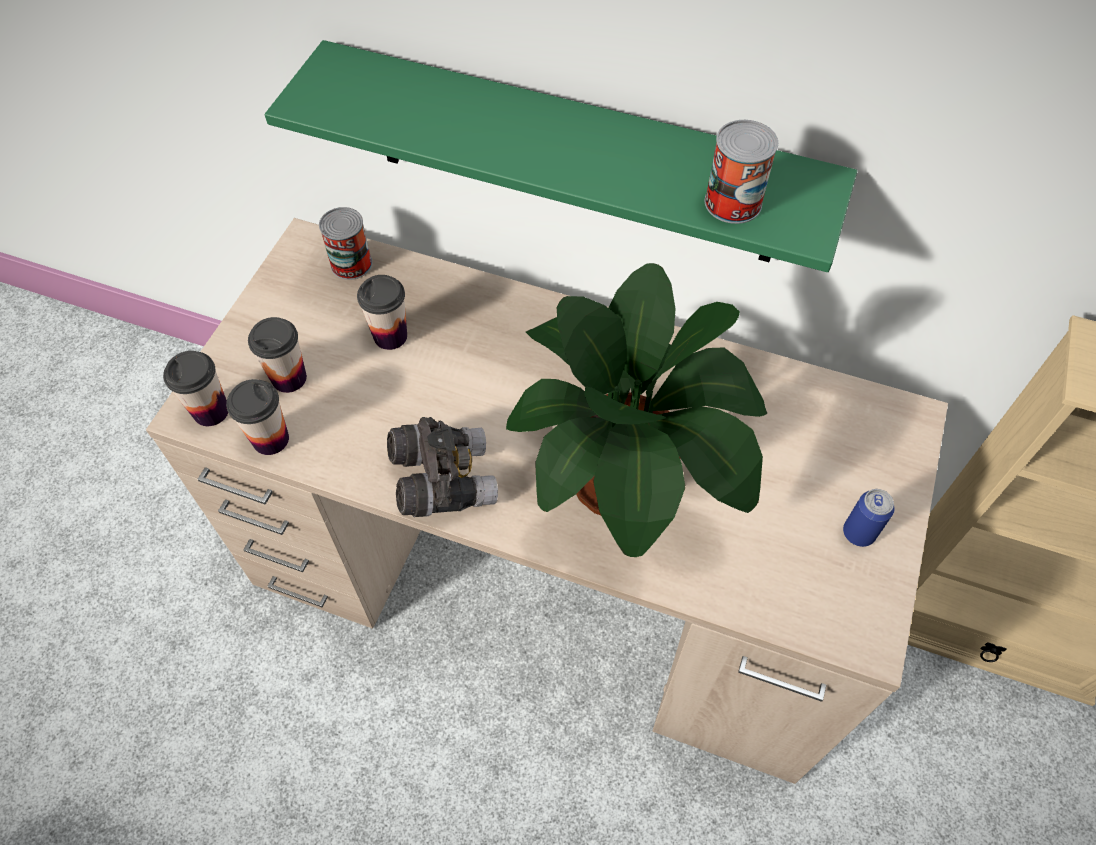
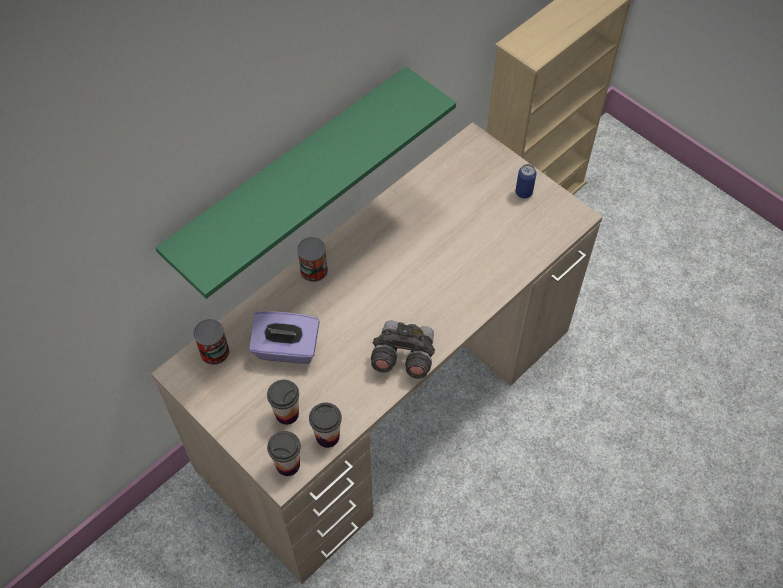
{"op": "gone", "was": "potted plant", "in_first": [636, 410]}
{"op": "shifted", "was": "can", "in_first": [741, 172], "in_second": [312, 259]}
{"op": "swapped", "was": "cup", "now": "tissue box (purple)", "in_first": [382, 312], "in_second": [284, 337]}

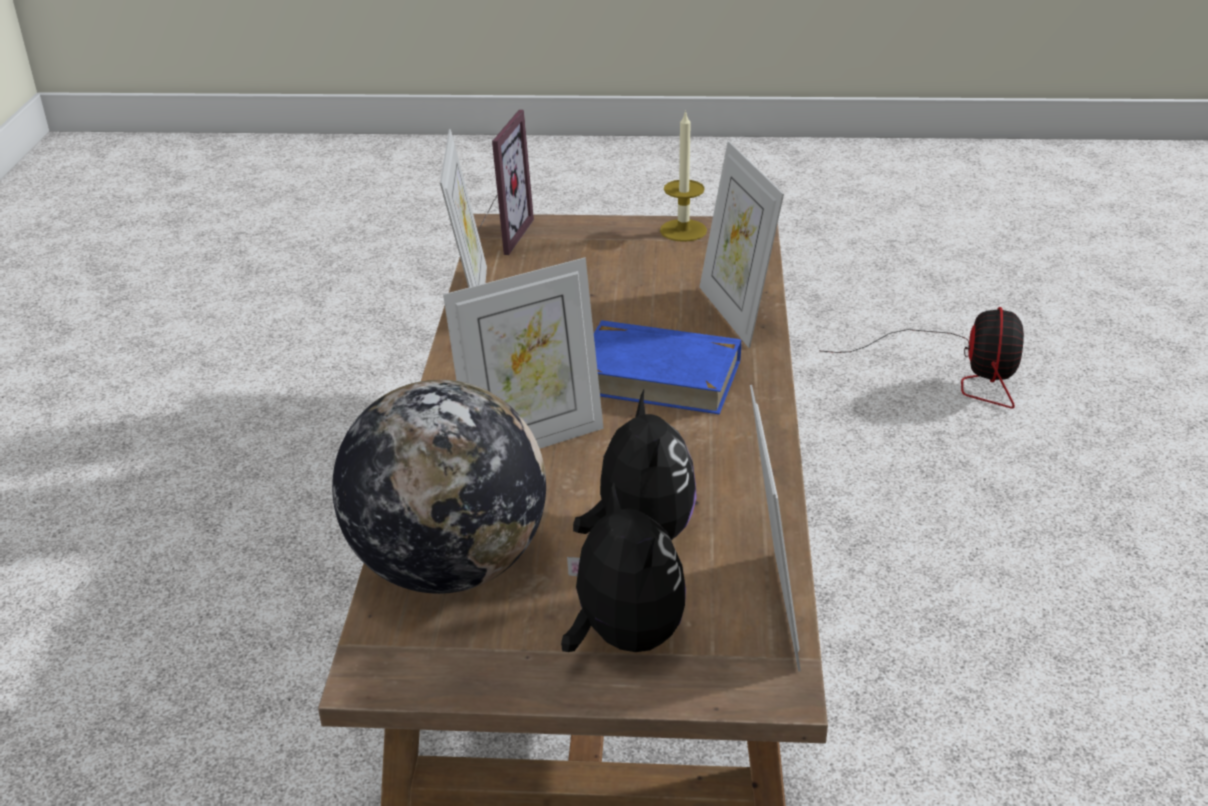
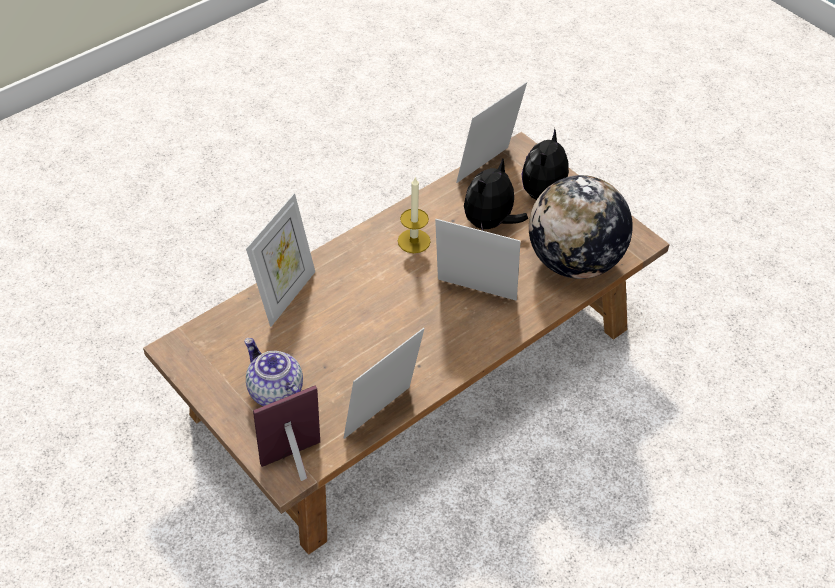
{"op": "gone", "was": "book (blue)", "in_first": [667, 367]}
{"op": "gone", "was": "fan", "in_first": [923, 358]}
{"op": "new", "now": "teapot", "in_second": [273, 372]}
{"op": "shifted", "was": "candle", "in_first": [683, 176], "in_second": [414, 214]}

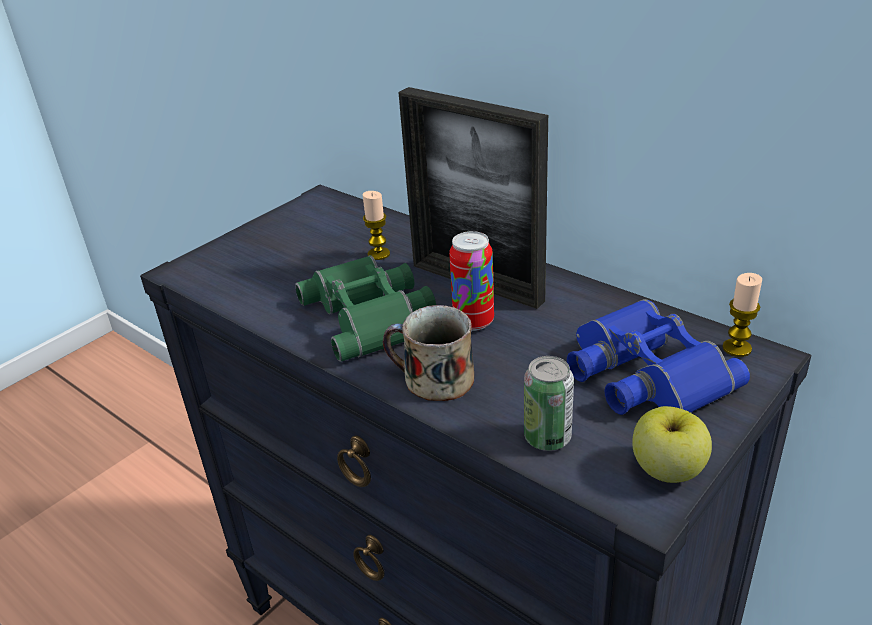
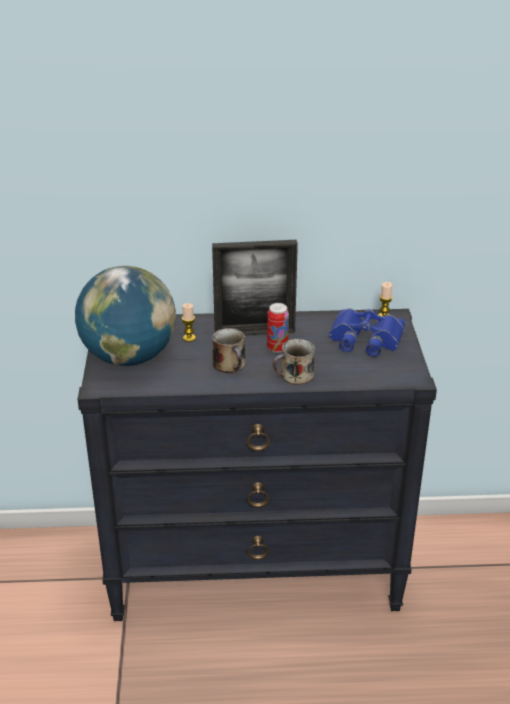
{"op": "gone", "was": "can", "in_first": [549, 403]}
{"op": "gone", "was": "apple", "in_first": [672, 444]}
{"op": "new", "now": "globe", "in_second": [125, 316]}
{"op": "swapped", "was": "binoculars (green)", "now": "mug", "in_first": [365, 308], "in_second": [229, 350]}

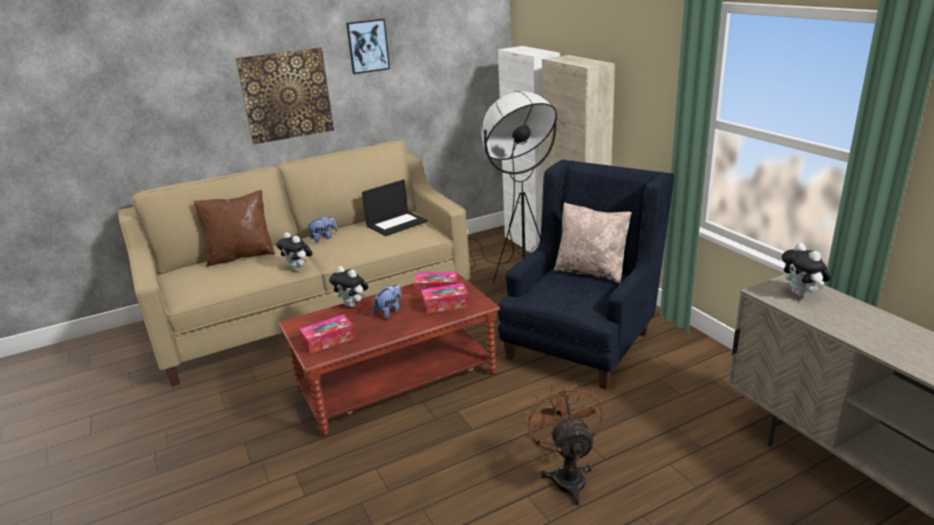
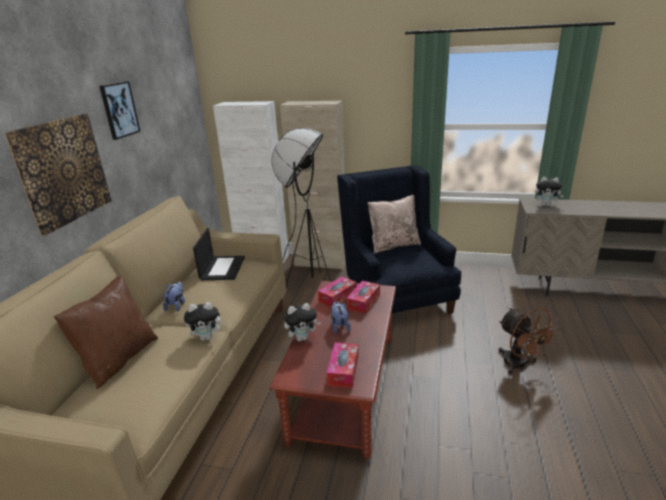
{"op": "rotated", "was": "fan (brown)", "in_first": [564, 443], "in_second": [529, 341], "clockwise": -150}

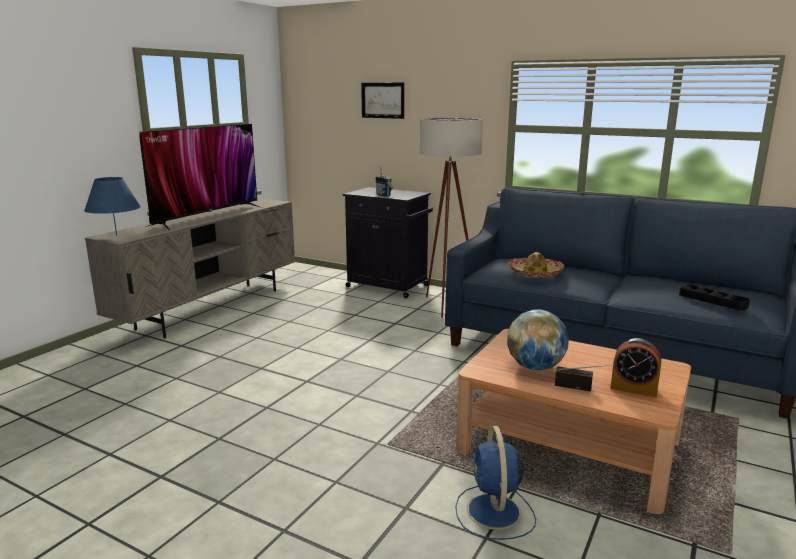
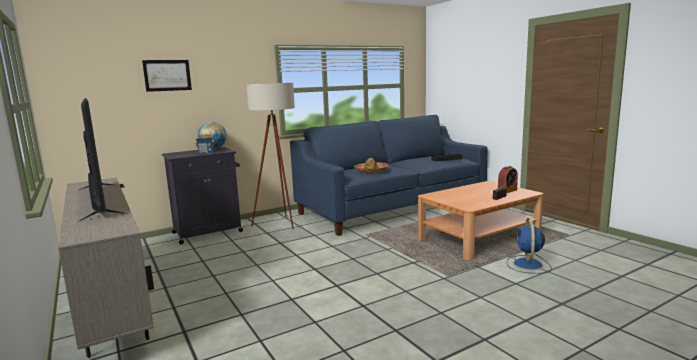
{"op": "gone", "was": "table lamp (blue)", "in_first": [112, 206]}
{"op": "shifted", "was": "globe", "in_first": [538, 339], "in_second": [212, 135]}
{"op": "rotated", "was": "fan (blue)", "in_first": [495, 483], "in_second": [529, 246], "clockwise": 75}

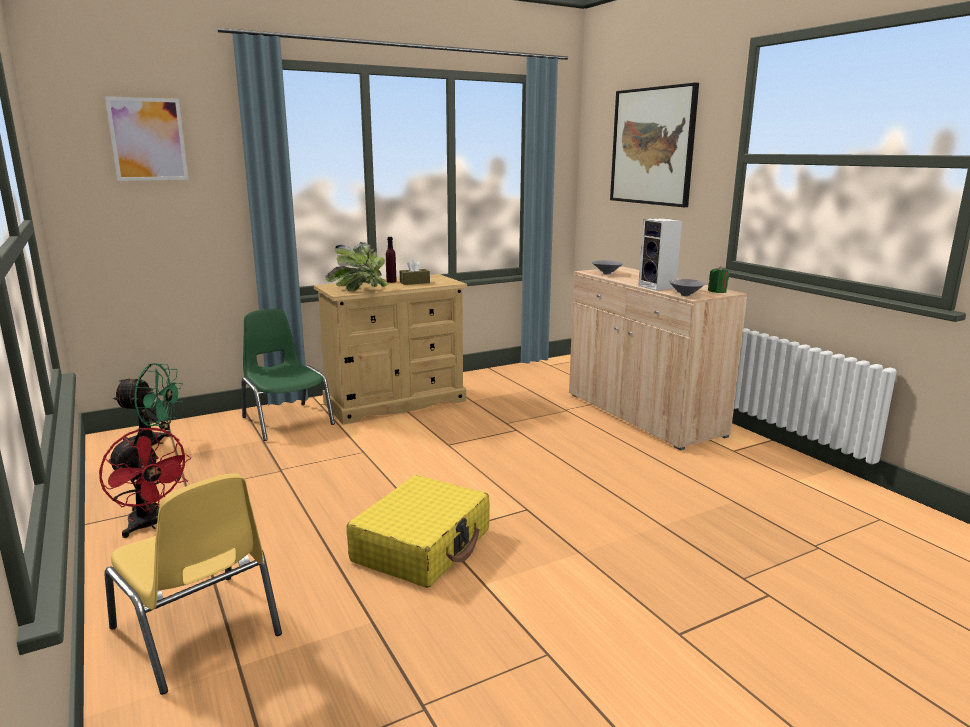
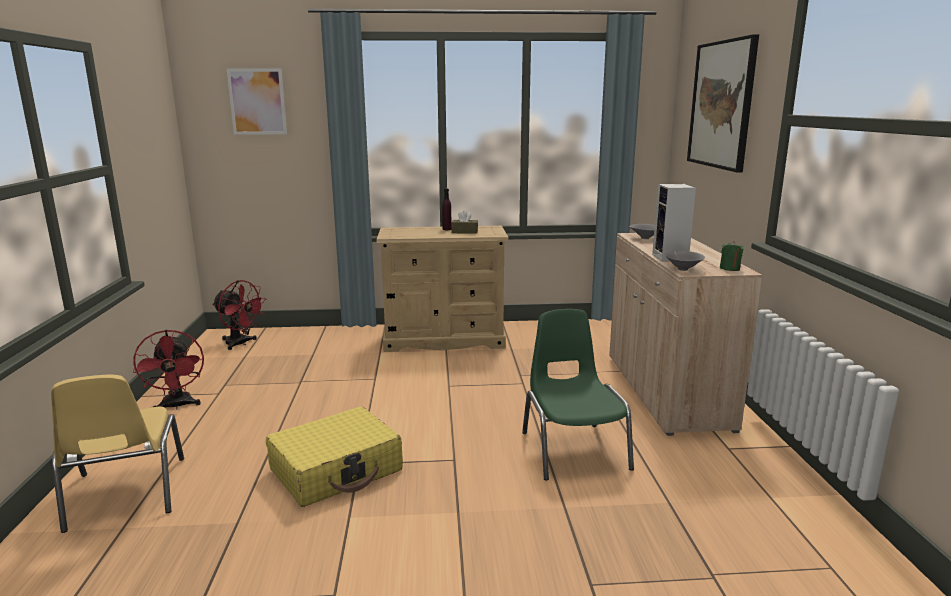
{"op": "gone", "was": "potted plant", "in_first": [357, 266]}
{"op": "shifted", "was": "chair (green)", "in_first": [288, 374], "in_second": [578, 395]}
{"op": "repainted", "was": "fan (green)", "now": "fan (red)", "in_first": [148, 404], "in_second": [239, 315]}

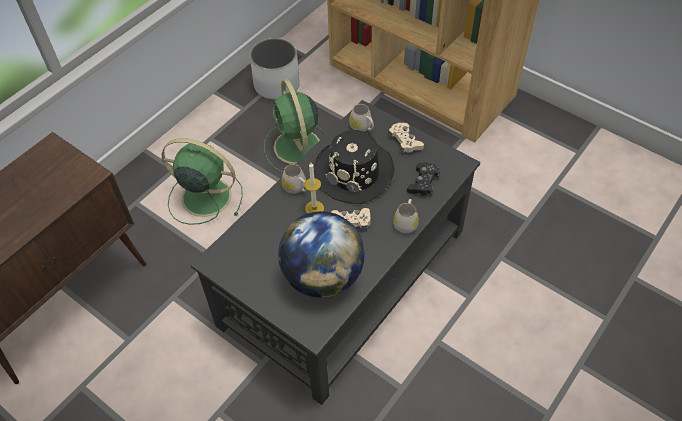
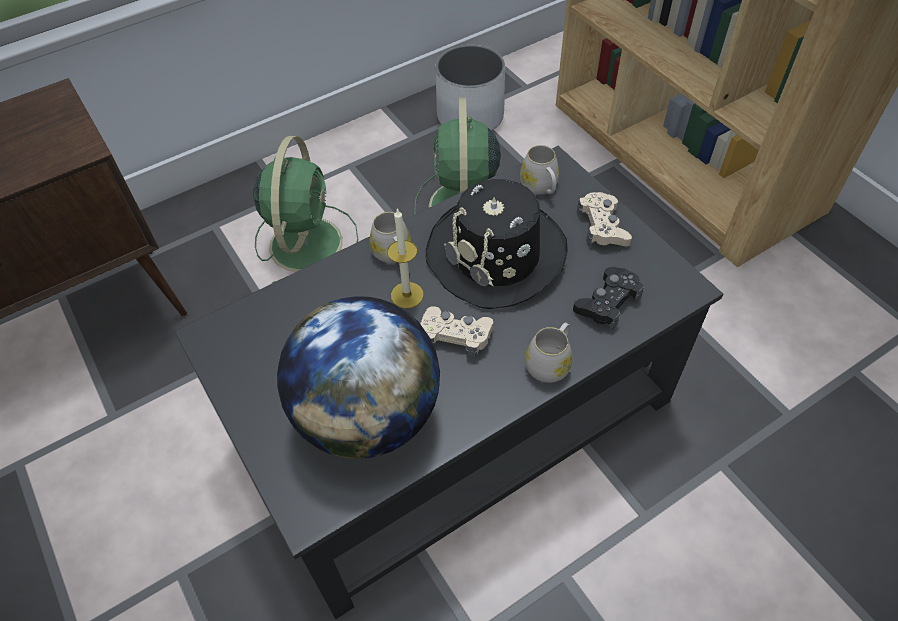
{"op": "rotated", "was": "fan (green)", "in_first": [202, 181], "in_second": [305, 209], "clockwise": 60}

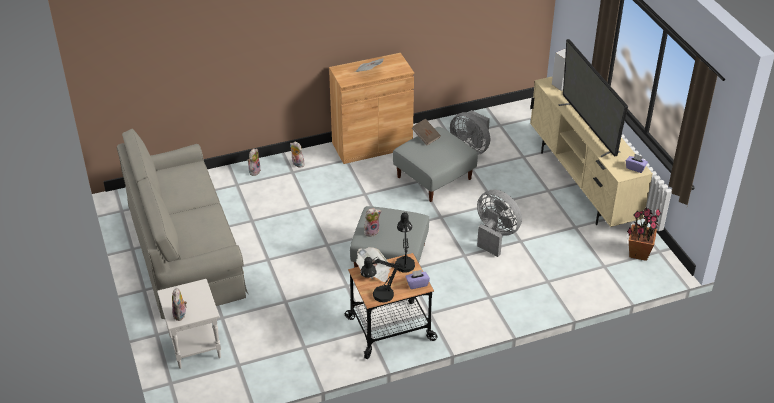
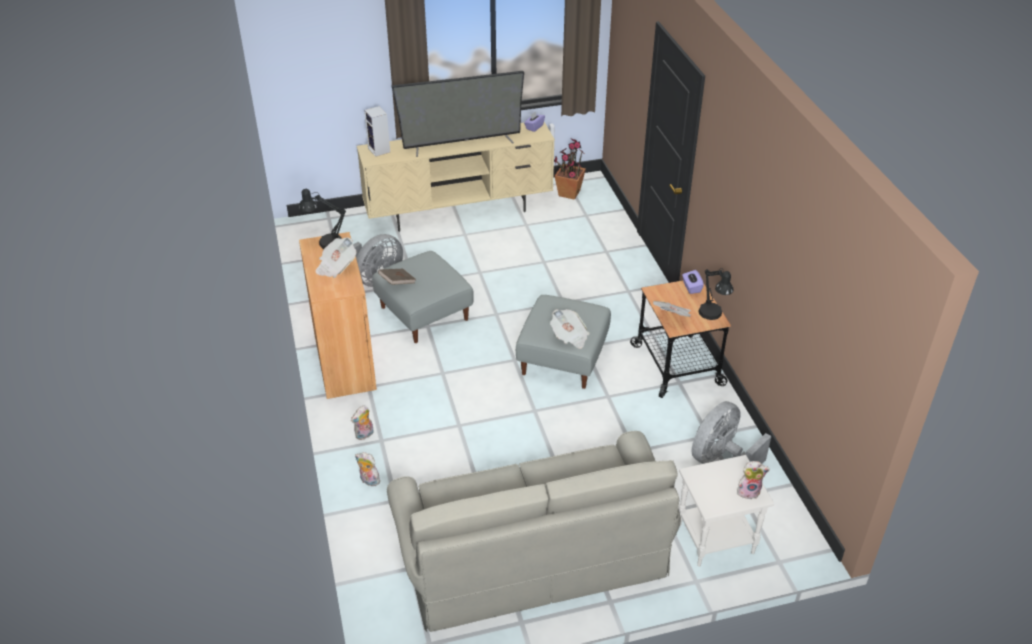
{"op": "shifted", "was": "table lamp (black)", "in_first": [405, 242], "in_second": [322, 219]}
{"op": "shifted", "was": "fan (grey)", "in_first": [499, 223], "in_second": [731, 432]}
{"op": "swapped", "was": "plush toy", "now": "newspaper", "in_first": [372, 222], "in_second": [570, 329]}

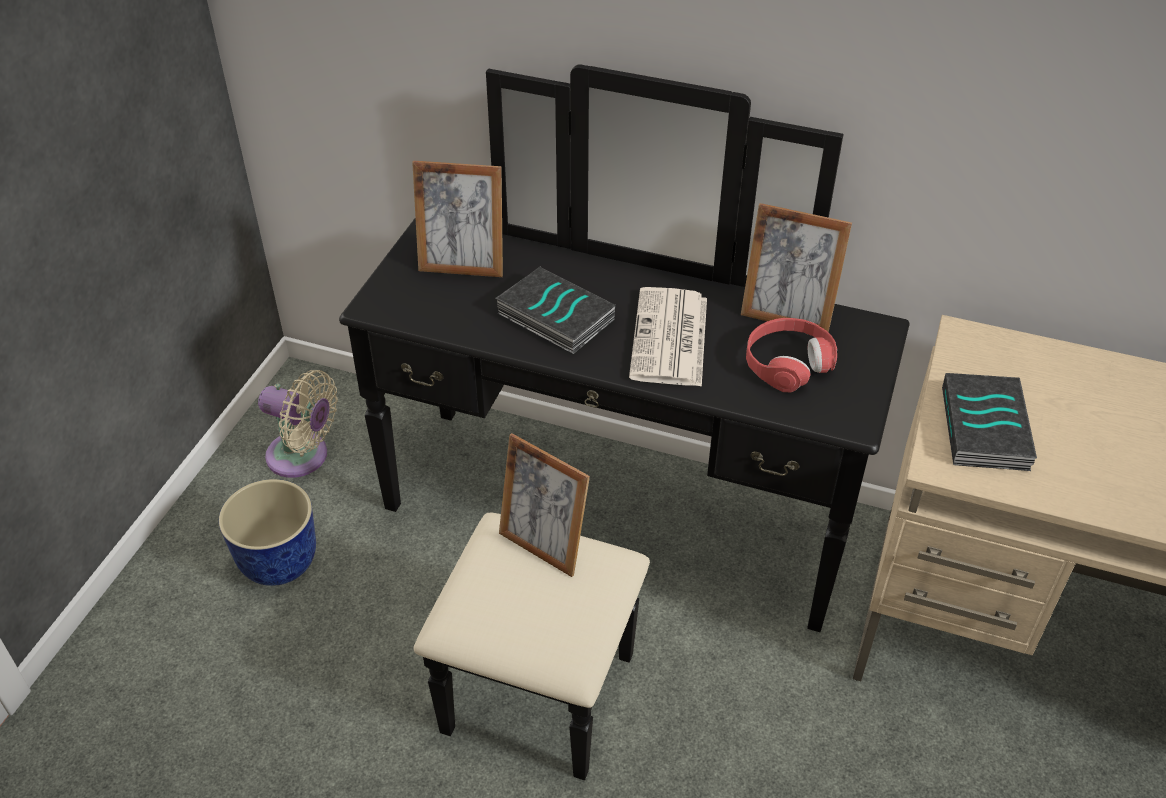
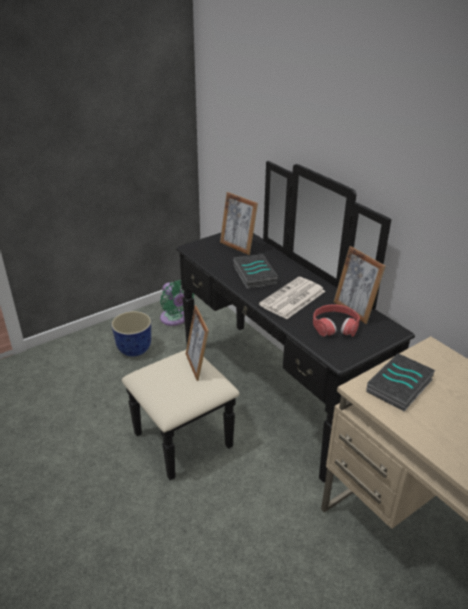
{"op": "repainted", "was": "fan (beige)", "now": "fan (green)", "in_first": [298, 424], "in_second": [177, 303]}

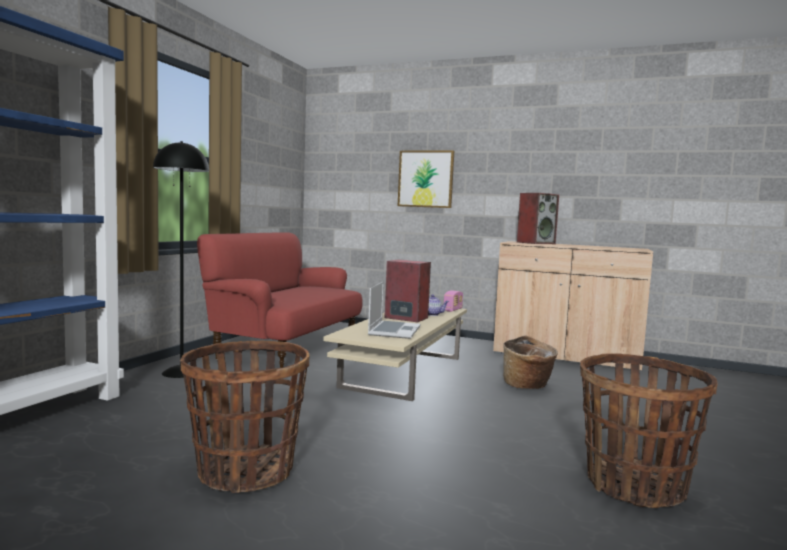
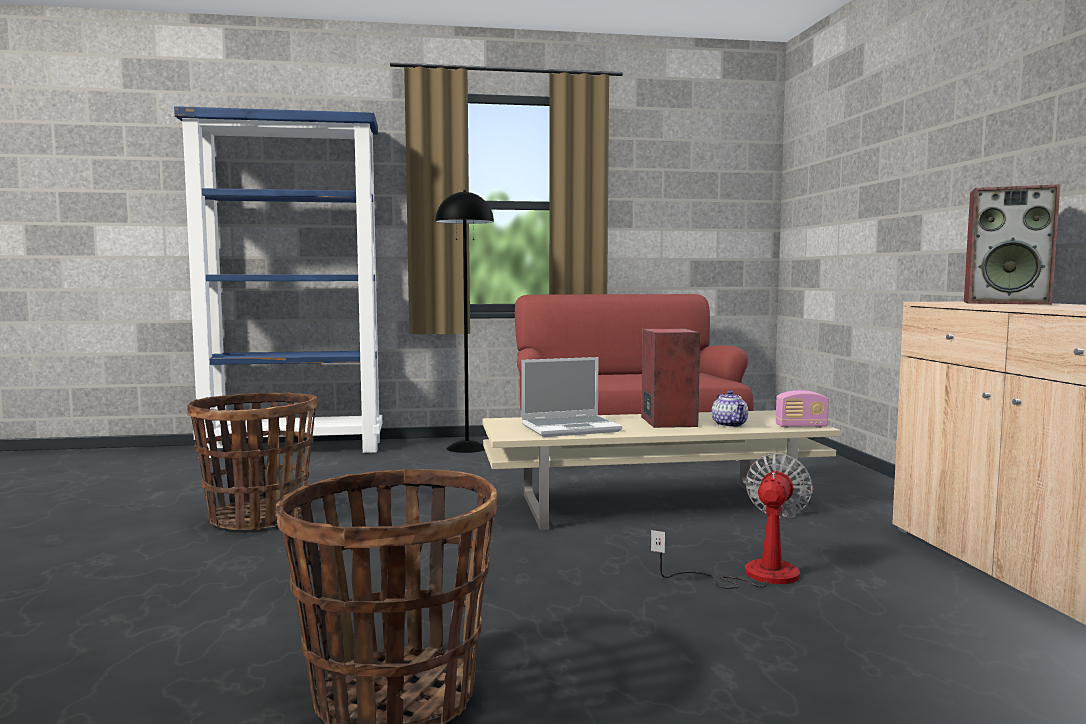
{"op": "gone", "was": "picture", "in_first": [426, 179]}
{"op": "swapped", "was": "basket", "now": "fan", "in_first": [530, 362], "in_second": [732, 521]}

